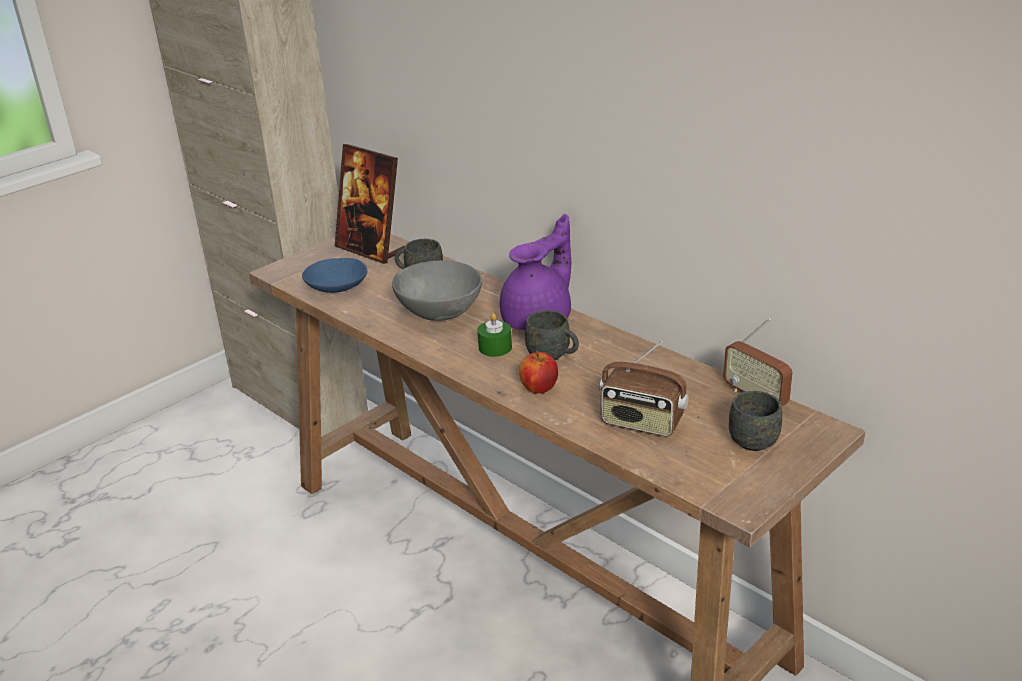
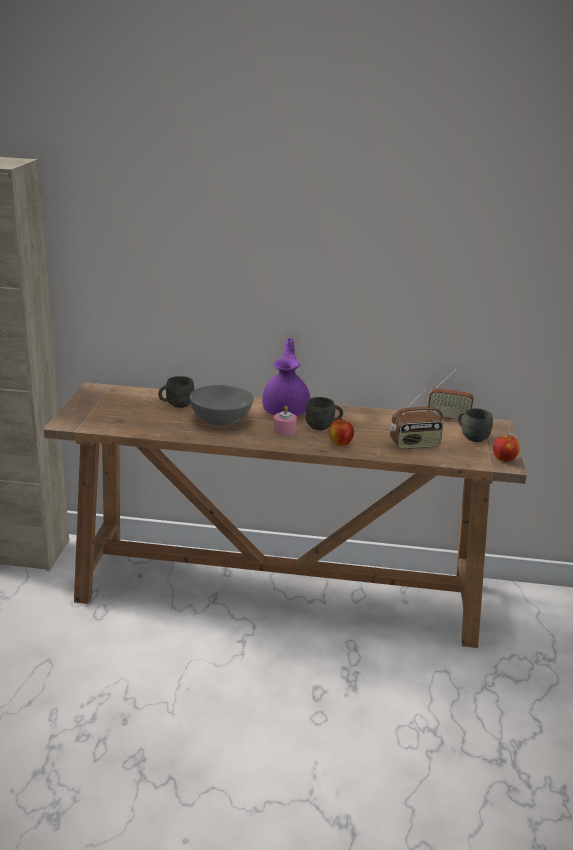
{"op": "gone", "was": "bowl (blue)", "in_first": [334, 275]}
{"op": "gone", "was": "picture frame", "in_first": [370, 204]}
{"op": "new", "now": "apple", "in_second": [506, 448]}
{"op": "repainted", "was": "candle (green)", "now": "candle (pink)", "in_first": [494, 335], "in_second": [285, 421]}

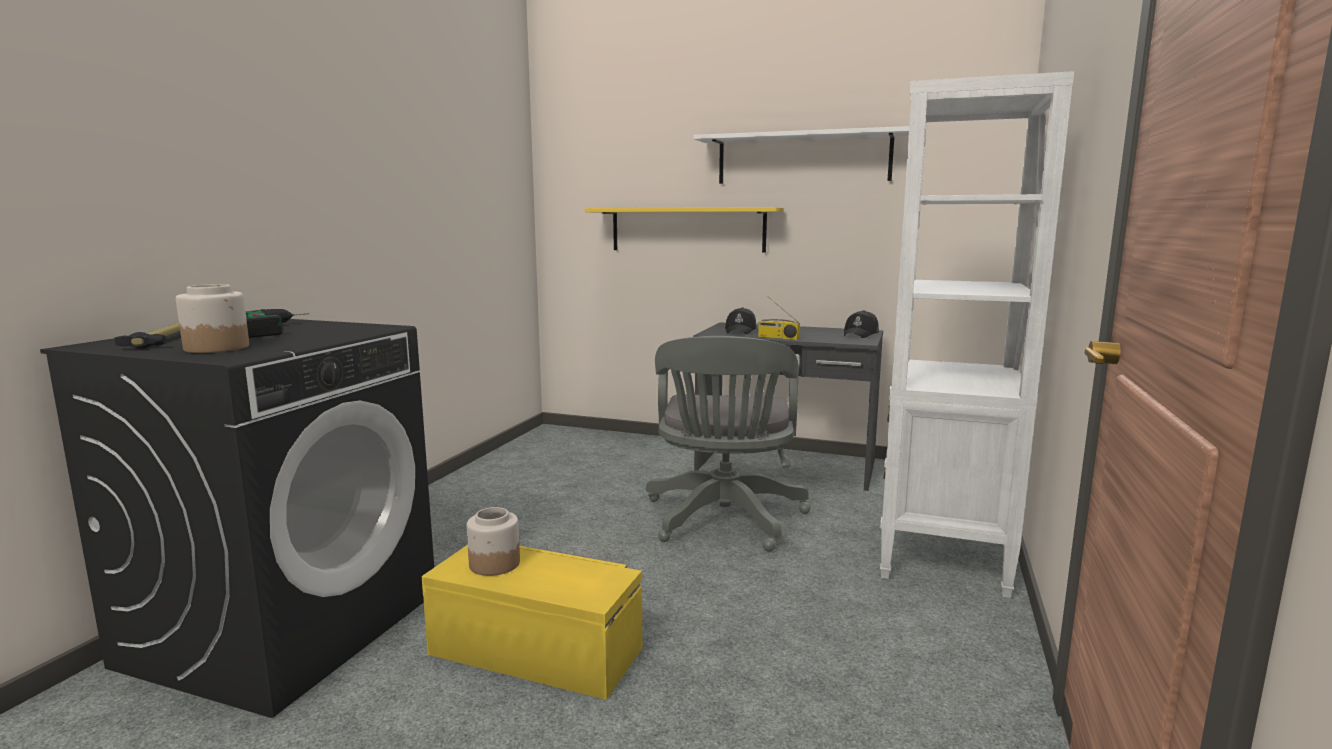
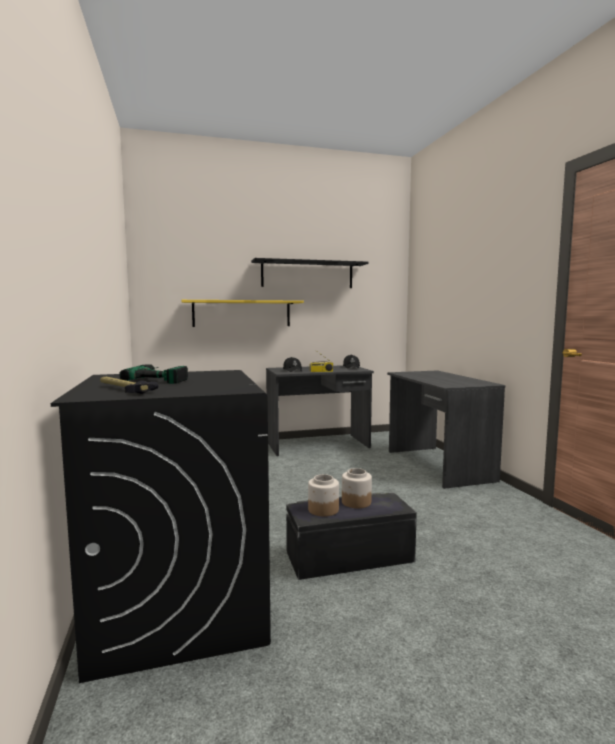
{"op": "gone", "was": "office chair (grey)", "in_first": [728, 444]}
{"op": "shifted", "was": "jar", "in_first": [212, 318], "in_second": [357, 488]}
{"op": "swapped", "was": "bookcase (white)", "now": "desk (grey)", "in_first": [977, 334], "in_second": [446, 429]}
{"op": "repainted", "was": "storage box (yellow)", "now": "storage box (black)", "in_first": [532, 622], "in_second": [351, 536]}
{"op": "repainted", "was": "shelf (white)", "now": "shelf (black)", "in_first": [801, 155], "in_second": [310, 273]}

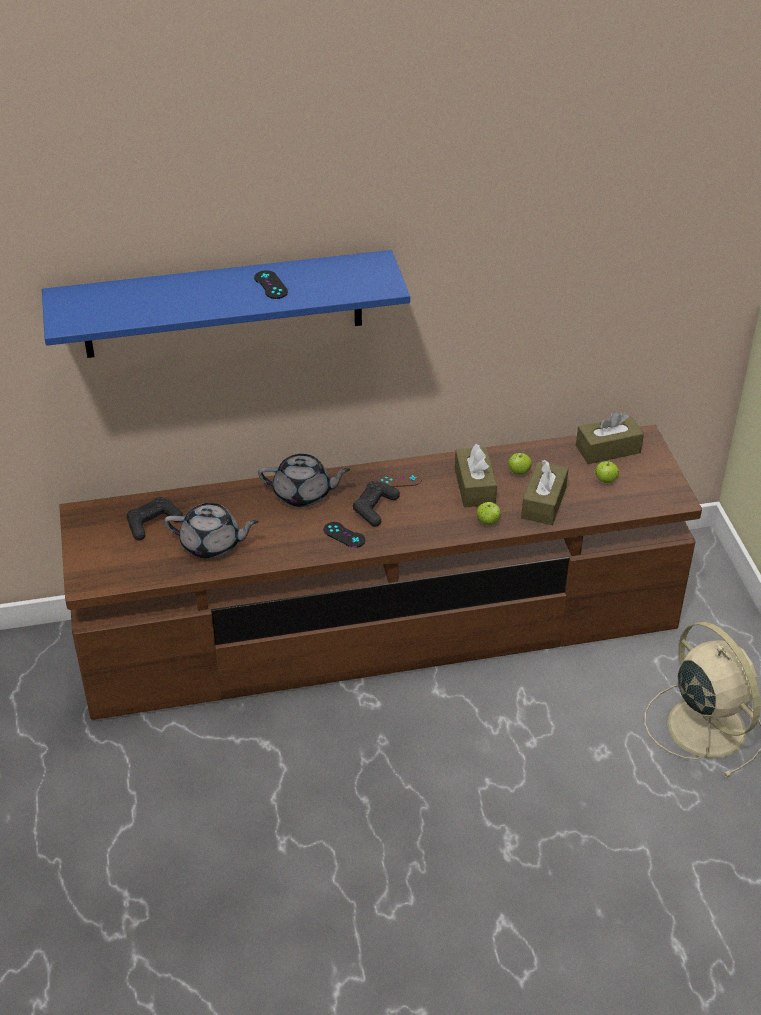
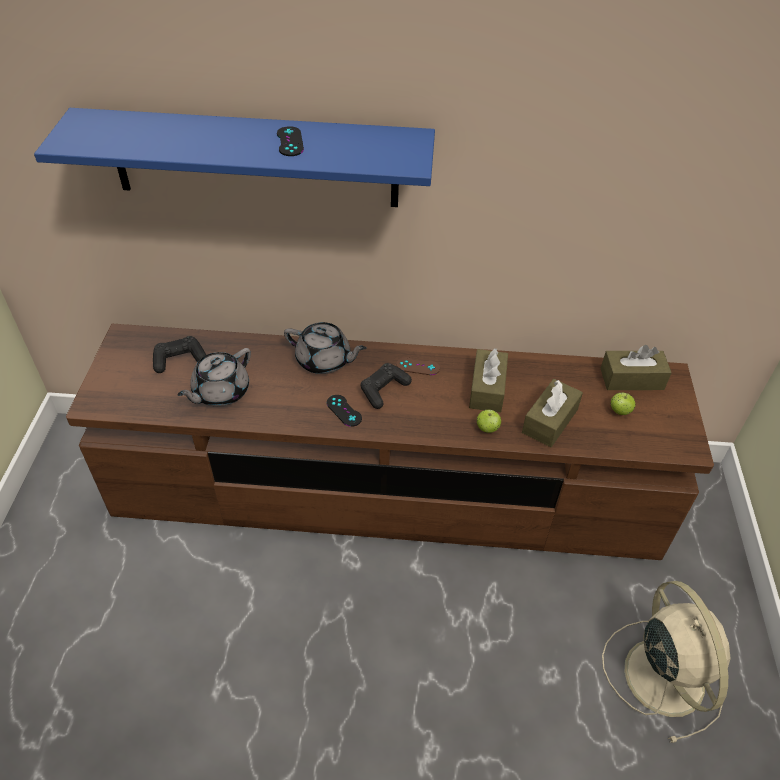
{"op": "gone", "was": "apple", "in_first": [520, 464]}
{"op": "rotated", "was": "teapot (grey)", "in_first": [211, 531], "in_second": [214, 377], "clockwise": 105}

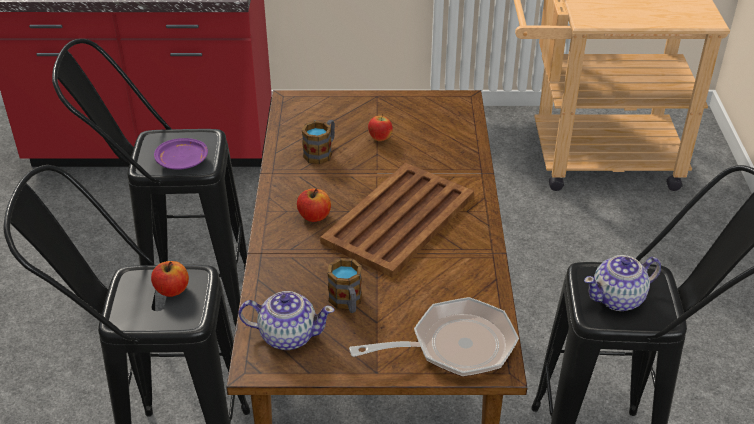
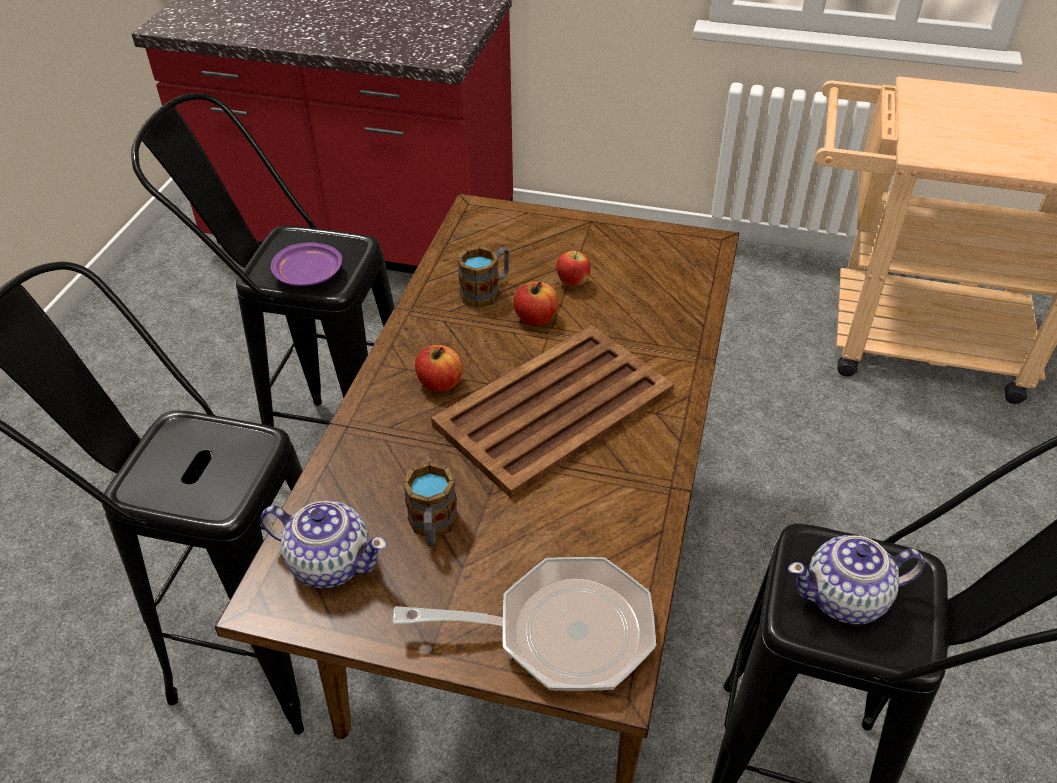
{"op": "shifted", "was": "apple", "in_first": [170, 279], "in_second": [535, 304]}

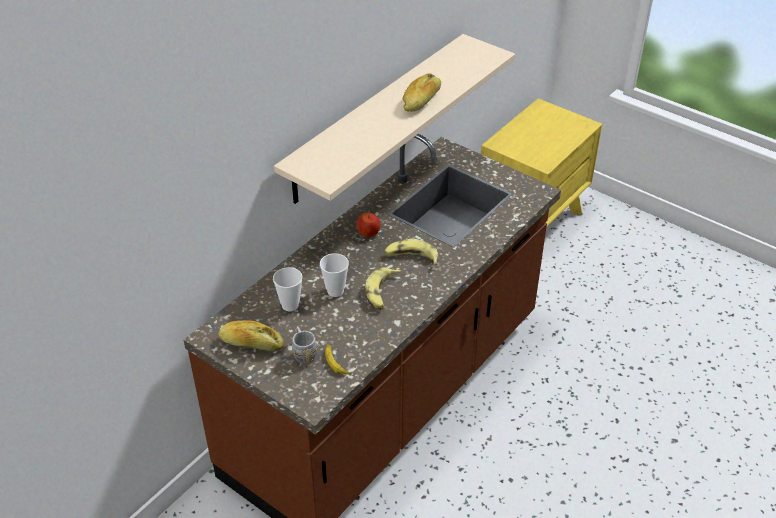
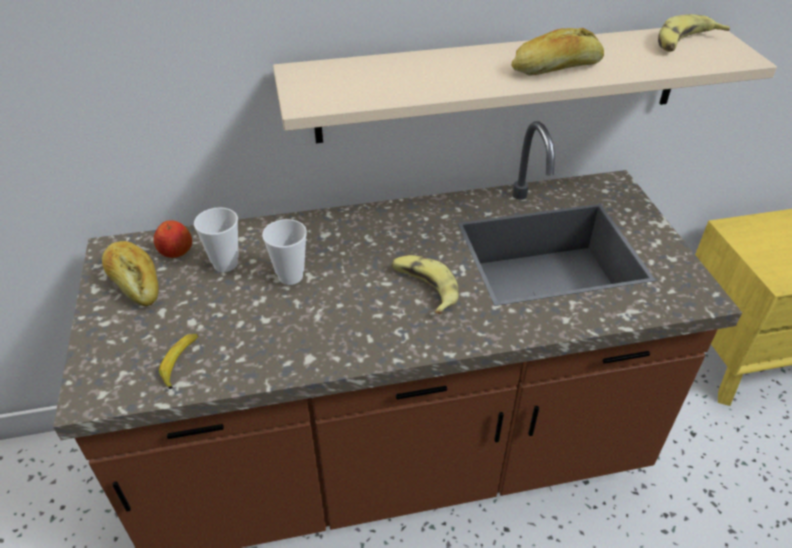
{"op": "gone", "was": "mug (grey)", "in_first": [304, 345]}
{"op": "shifted", "was": "apple", "in_first": [369, 225], "in_second": [172, 239]}
{"op": "shifted", "was": "banana", "in_first": [383, 288], "in_second": [694, 33]}

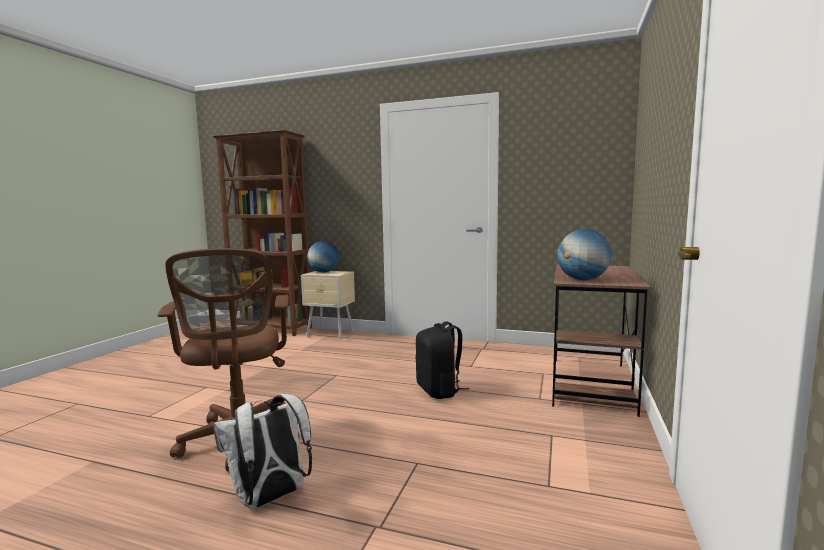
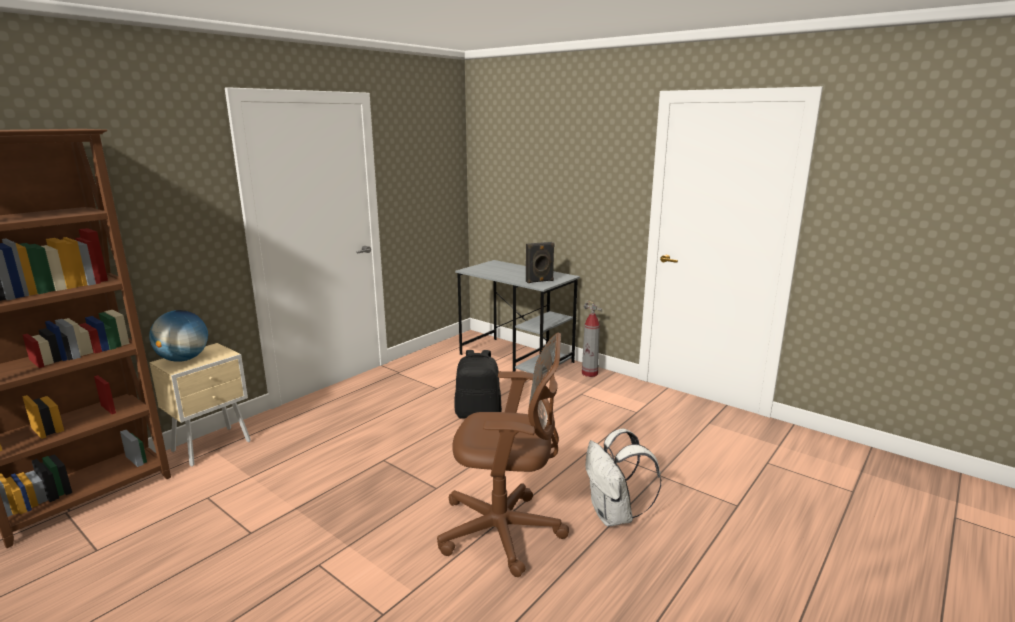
{"op": "new", "now": "fire extinguisher", "in_second": [592, 338]}
{"op": "swapped", "was": "globe", "now": "speaker (black)", "in_first": [584, 254], "in_second": [540, 262]}
{"op": "repainted", "was": "desk (brown)", "now": "desk (grey)", "in_first": [601, 341], "in_second": [517, 317]}

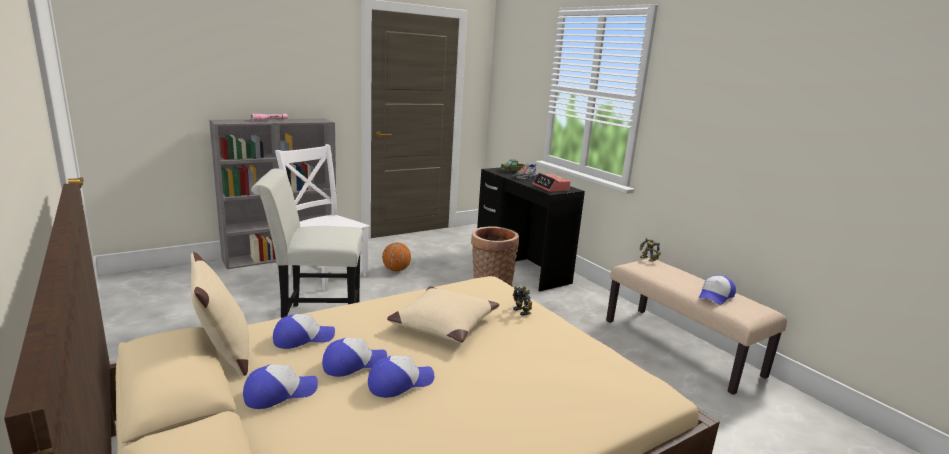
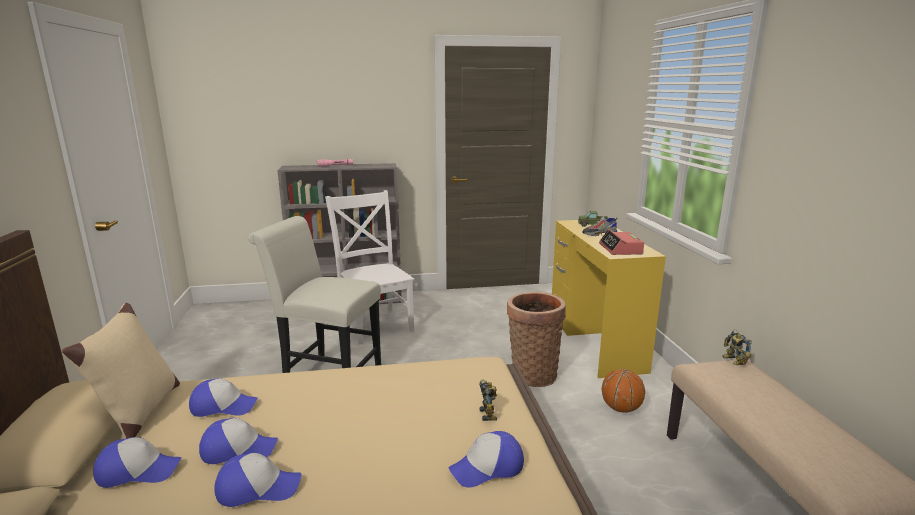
{"op": "gone", "was": "pillow (beige)", "in_first": [443, 314]}
{"op": "shifted", "was": "basketball", "in_first": [396, 256], "in_second": [623, 391]}
{"op": "shifted", "was": "cap", "in_first": [717, 290], "in_second": [486, 459]}
{"op": "repainted", "was": "desk (black)", "now": "desk (yellow)", "in_first": [531, 229], "in_second": [609, 299]}

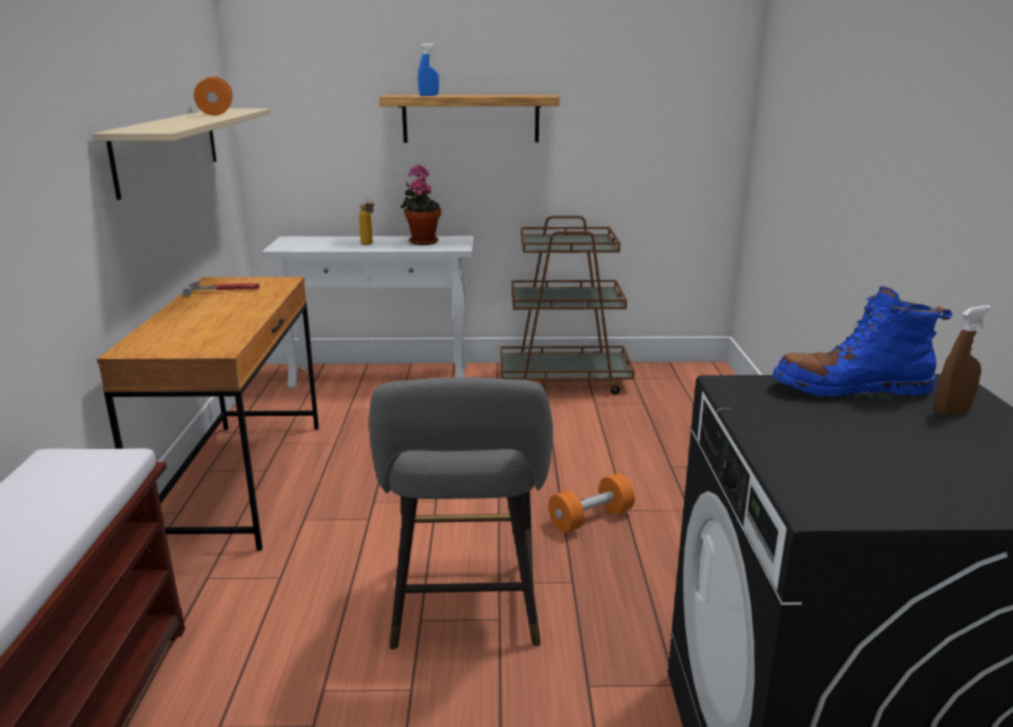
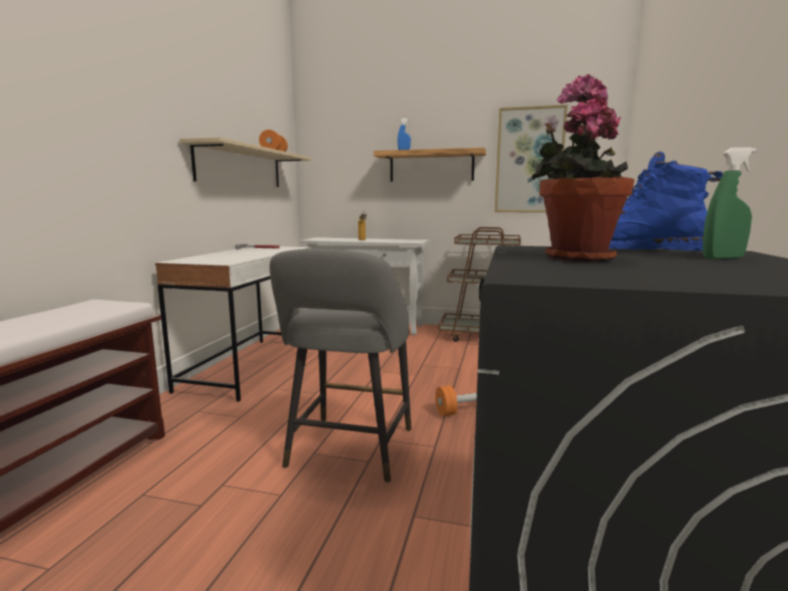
{"op": "new", "now": "picture", "in_second": [531, 159]}
{"op": "shifted", "was": "potted plant", "in_first": [421, 205], "in_second": [583, 168]}
{"op": "repainted", "was": "desk (brown)", "now": "desk (white)", "in_first": [208, 414], "in_second": [233, 324]}
{"op": "repainted", "was": "spray bottle (brown)", "now": "spray bottle (green)", "in_first": [963, 360], "in_second": [730, 203]}

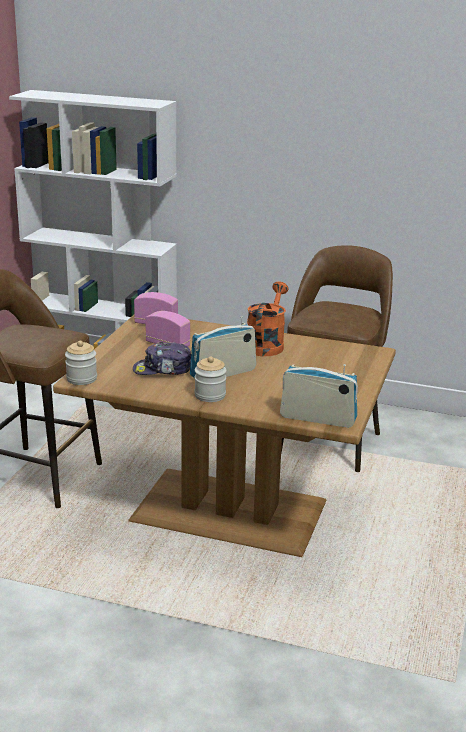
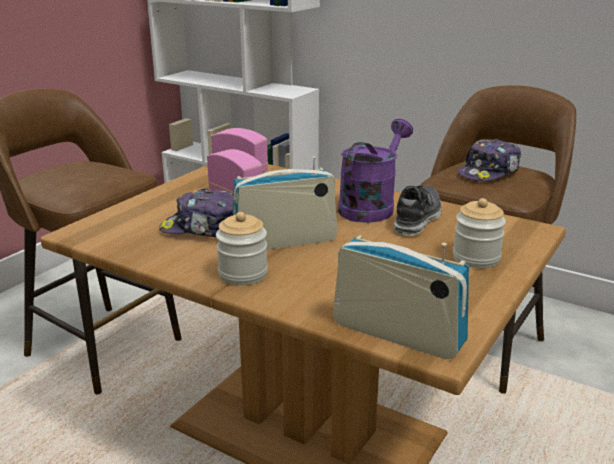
{"op": "new", "now": "shoe", "in_second": [417, 210]}
{"op": "new", "now": "cap", "in_second": [489, 160]}
{"op": "shifted", "was": "jar", "in_first": [81, 363], "in_second": [479, 233]}
{"op": "repainted", "was": "watering can (orange)", "now": "watering can (purple)", "in_first": [268, 319], "in_second": [375, 171]}

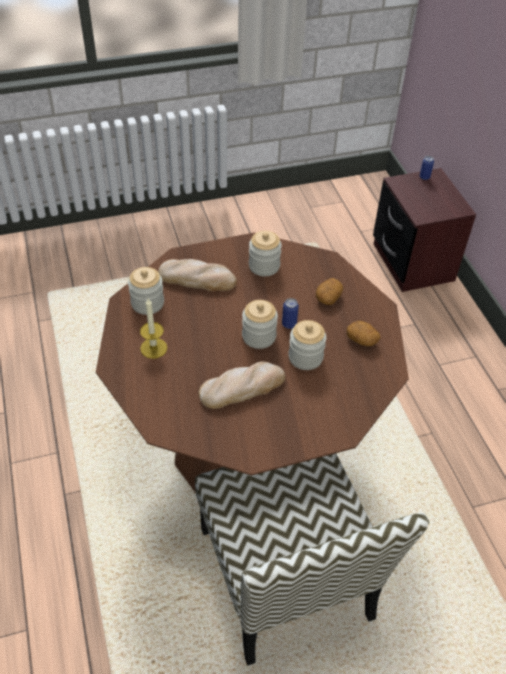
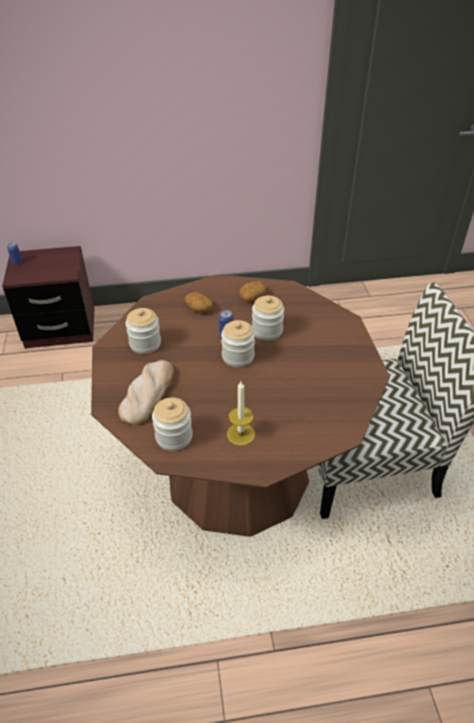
{"op": "gone", "was": "bread", "in_first": [241, 385]}

